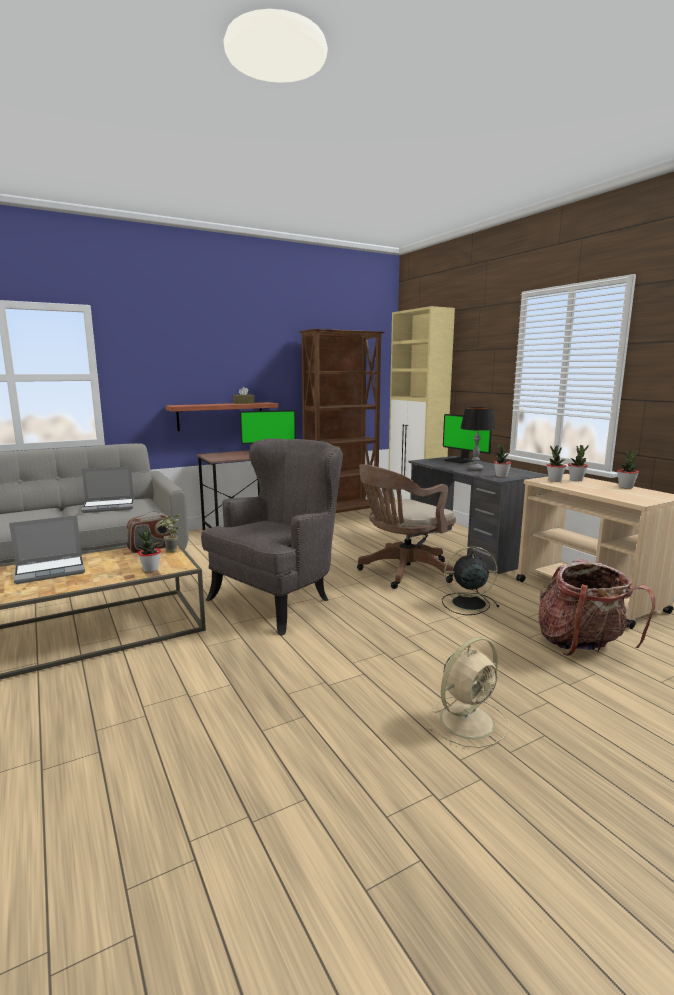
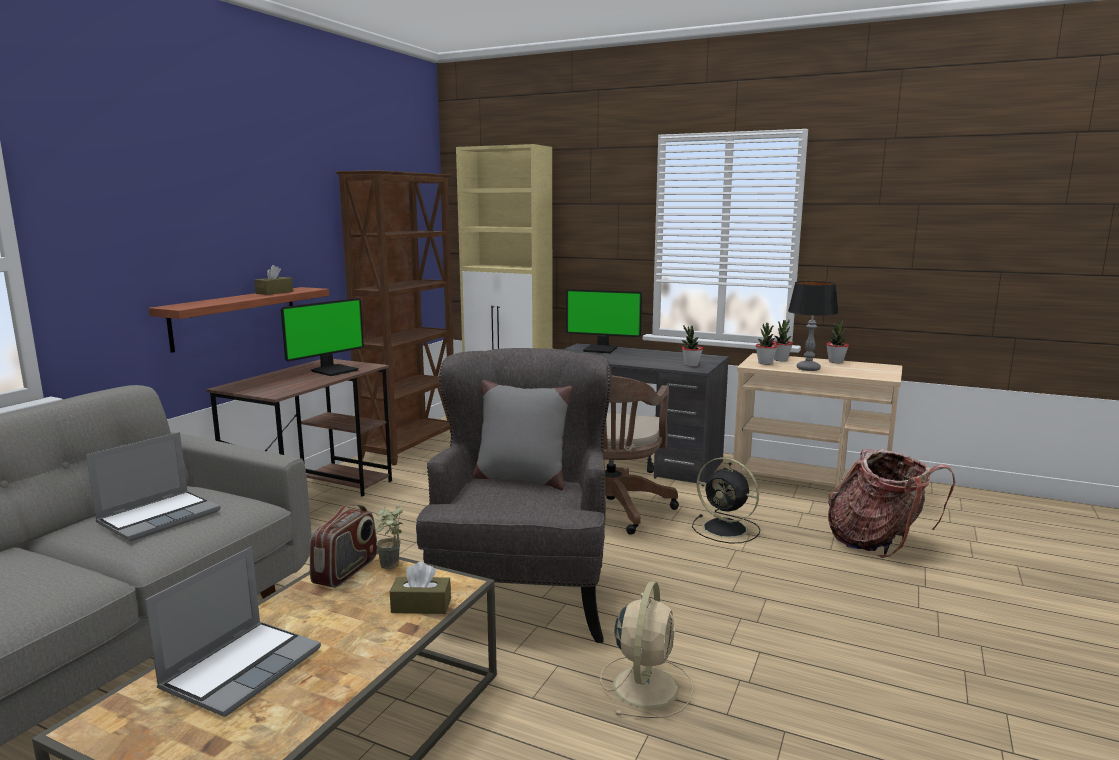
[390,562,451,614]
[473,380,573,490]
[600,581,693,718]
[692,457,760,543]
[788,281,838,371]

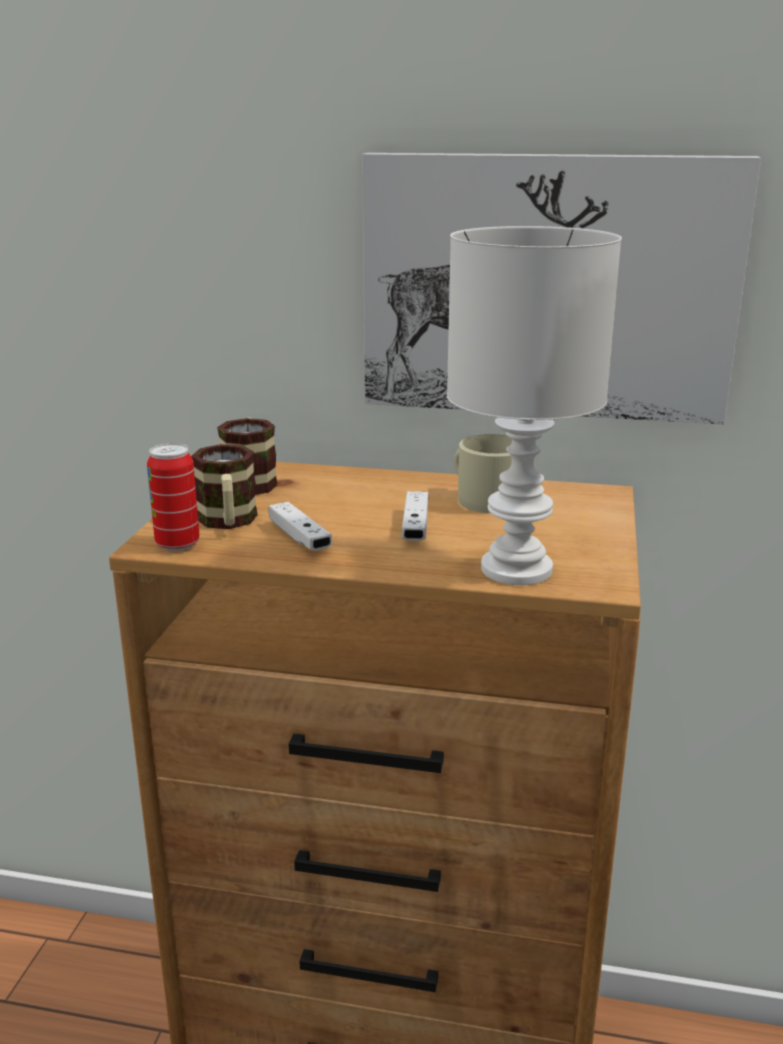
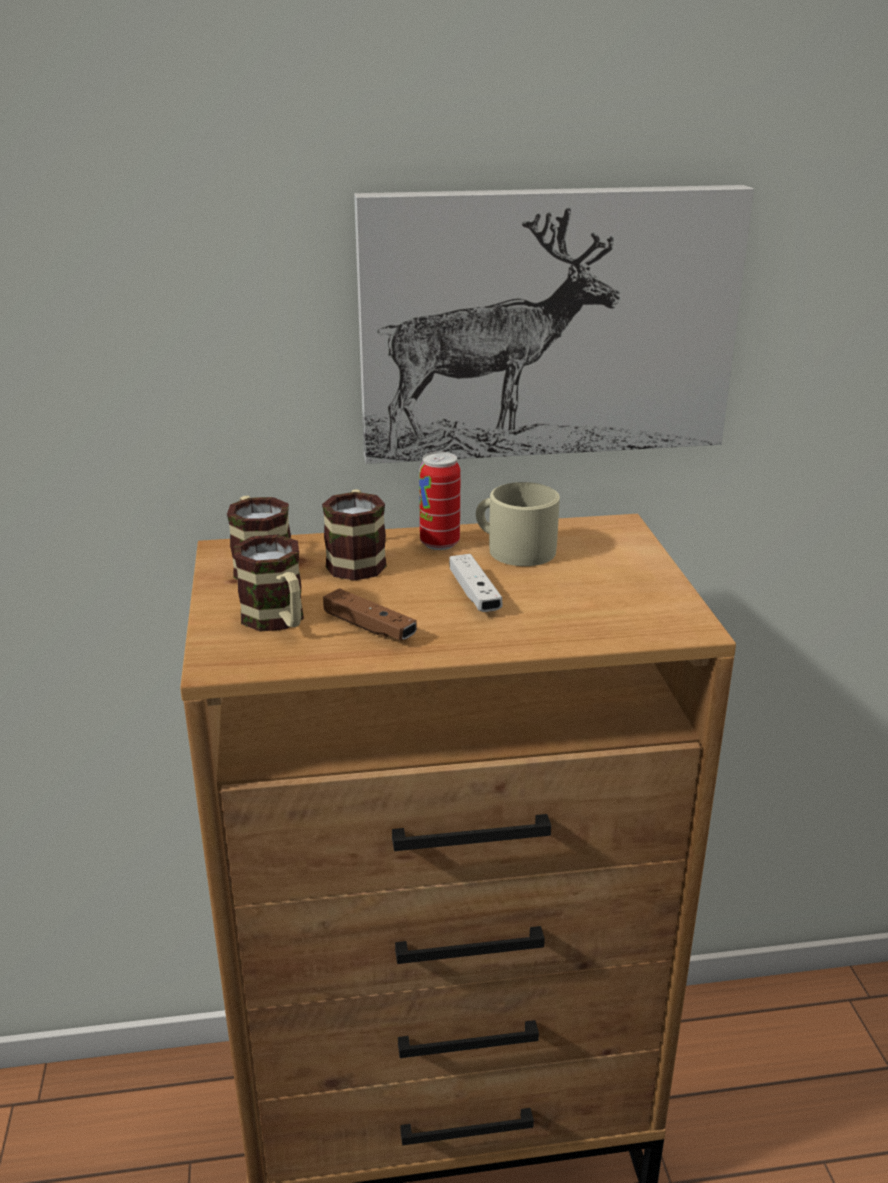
[322,489,387,581]
[323,588,417,641]
[419,452,461,550]
[447,226,622,585] (first image)

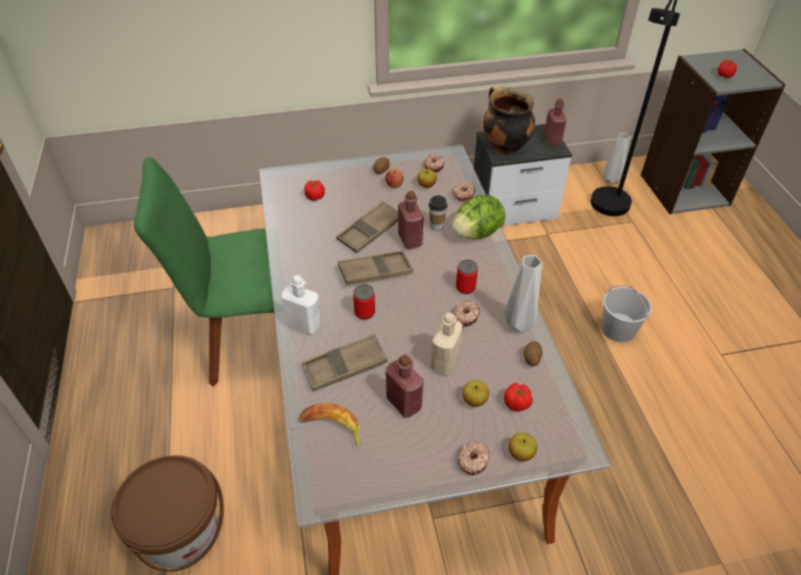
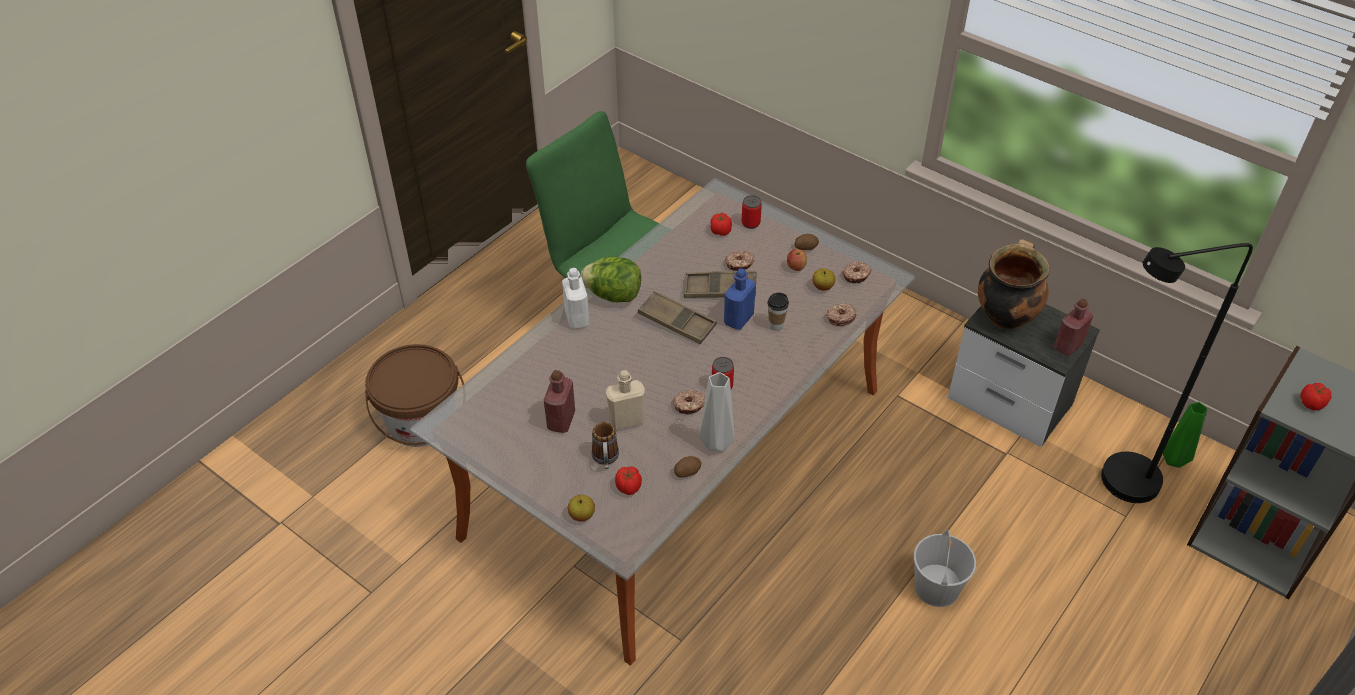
[581,257,641,302]
[591,422,619,469]
[724,268,756,330]
[725,250,755,271]
[741,195,762,229]
[1163,402,1208,468]
[299,403,360,448] (first image)
[302,334,387,391] (first image)

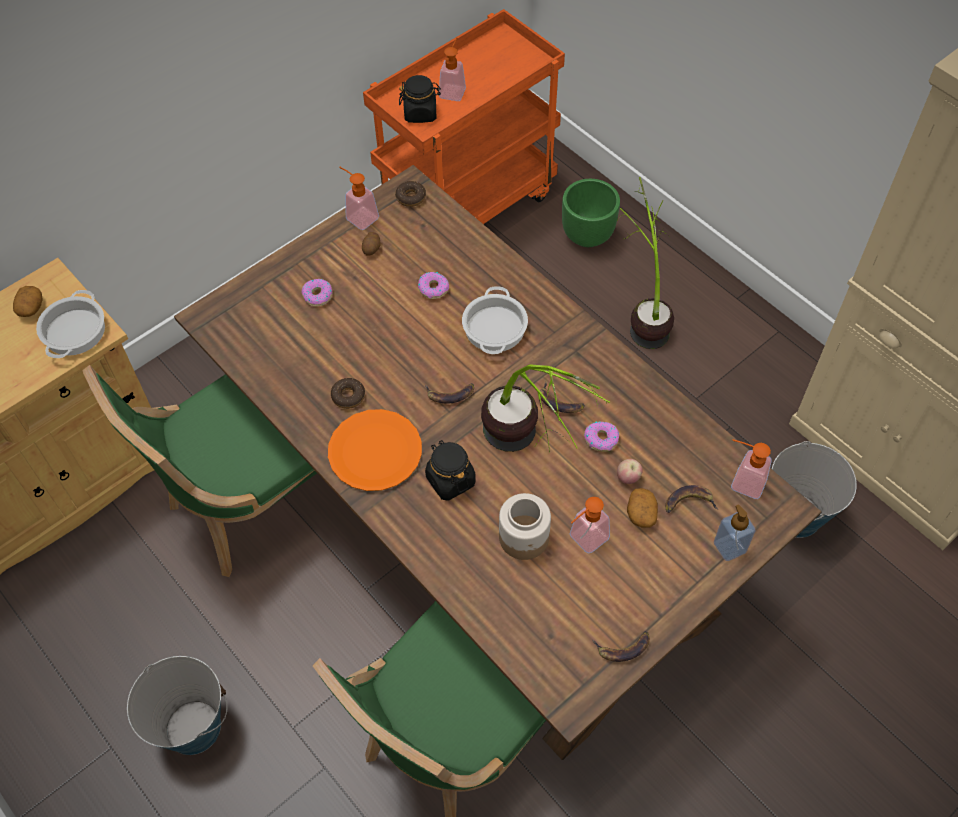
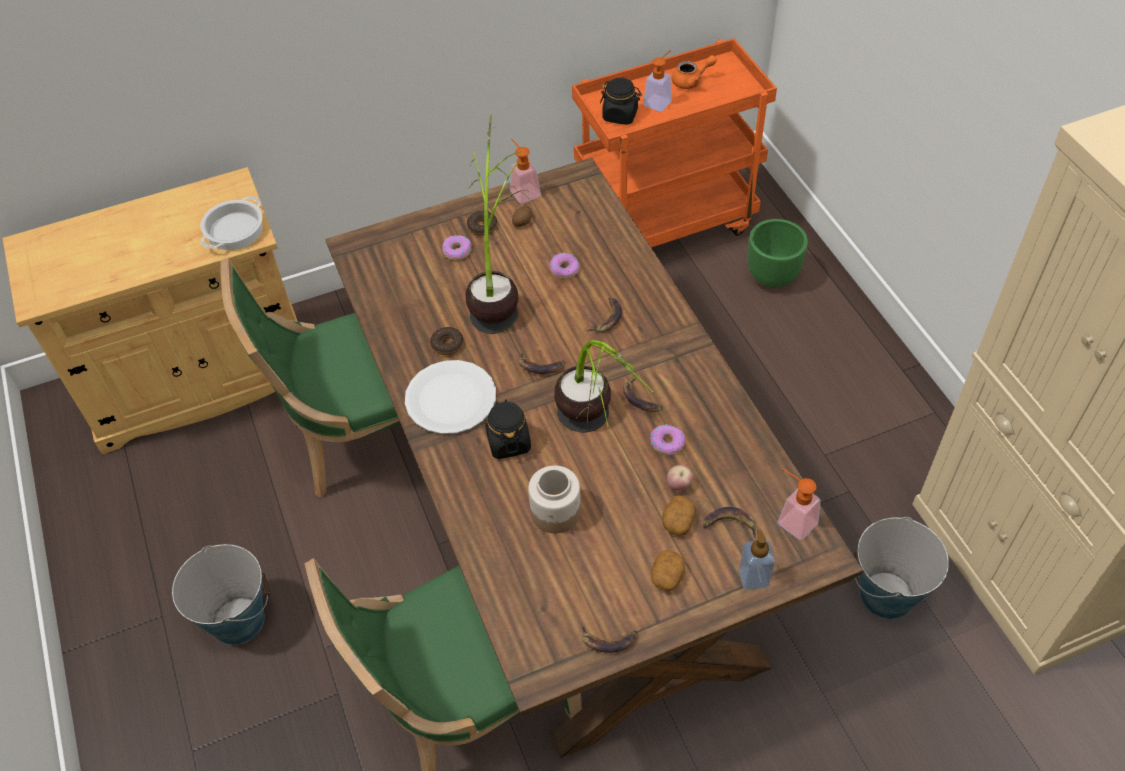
[405,360,496,434]
[466,114,532,334]
[467,211,497,236]
[587,298,622,332]
[651,550,685,590]
[672,55,717,89]
[570,497,610,554] (first image)

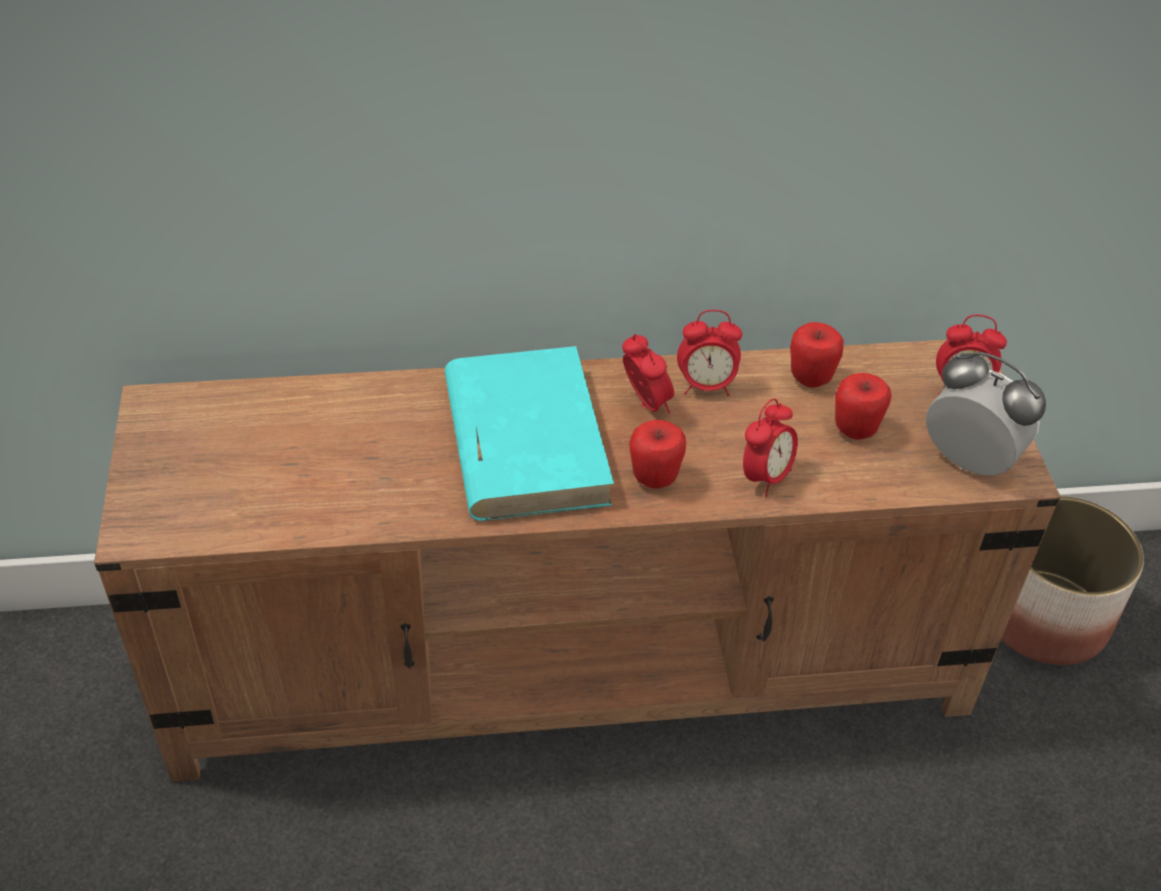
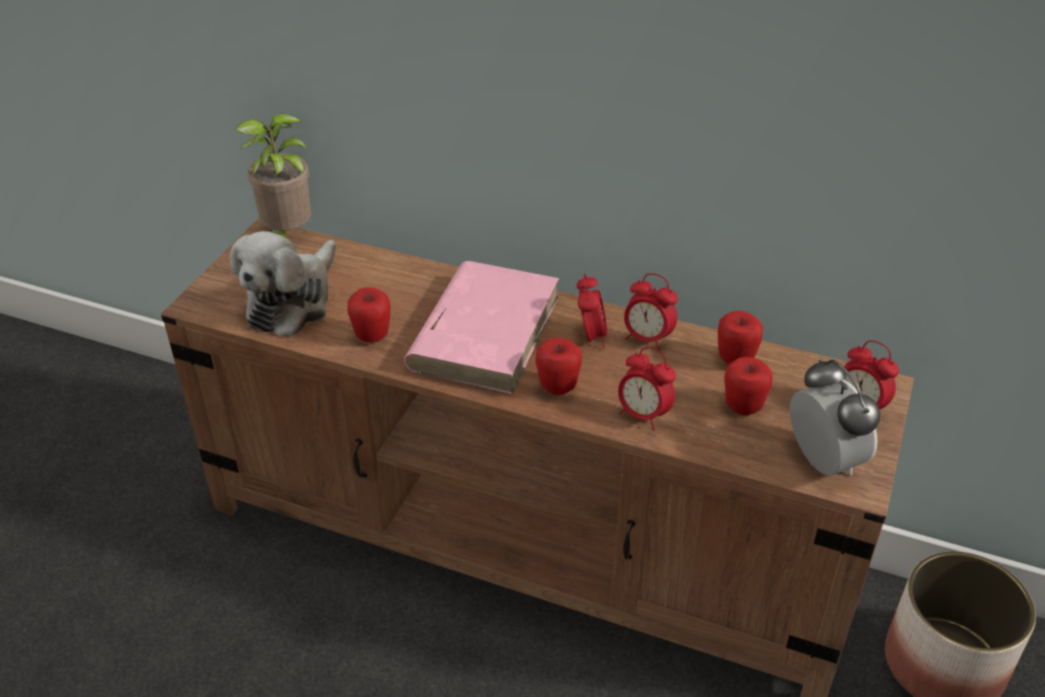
[230,231,336,337]
[235,113,311,238]
[347,287,391,342]
[404,261,559,394]
[618,347,676,430]

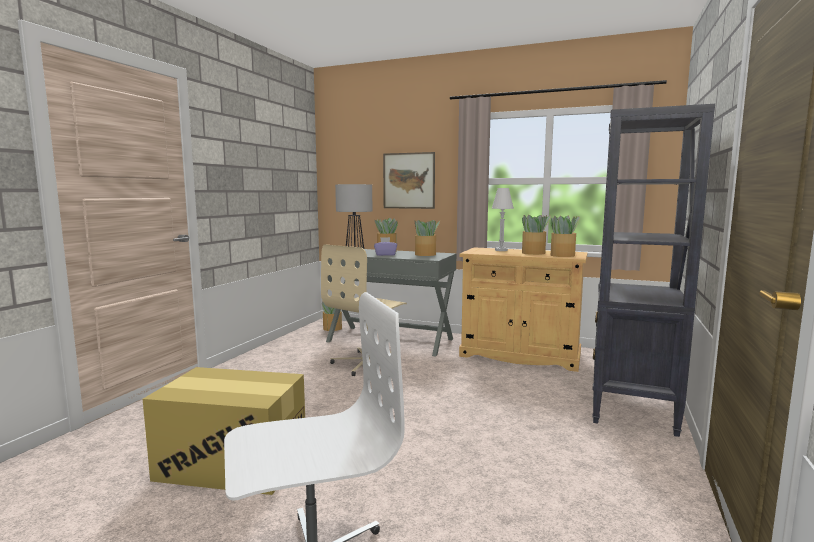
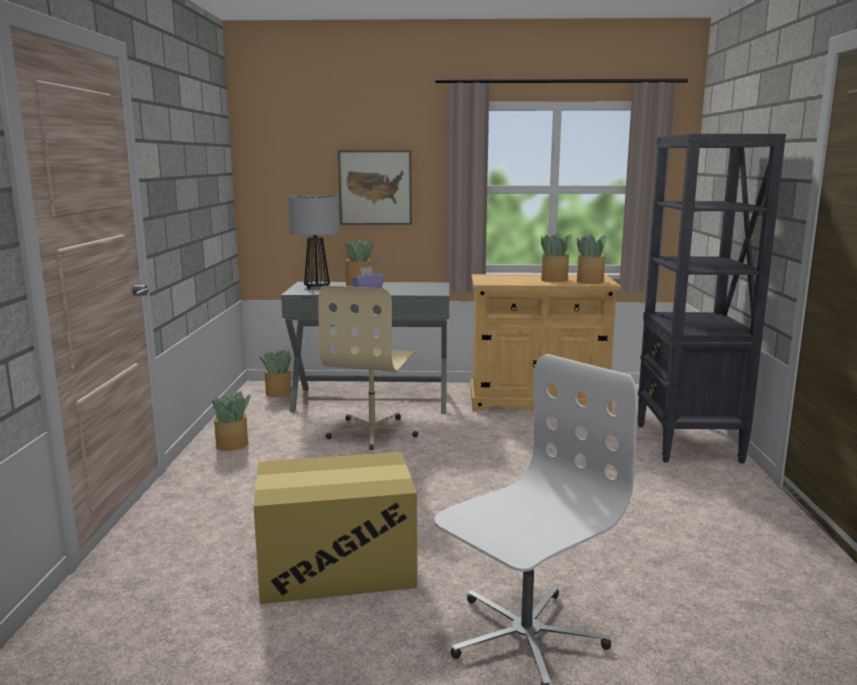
[212,391,251,451]
[492,188,514,251] (first image)

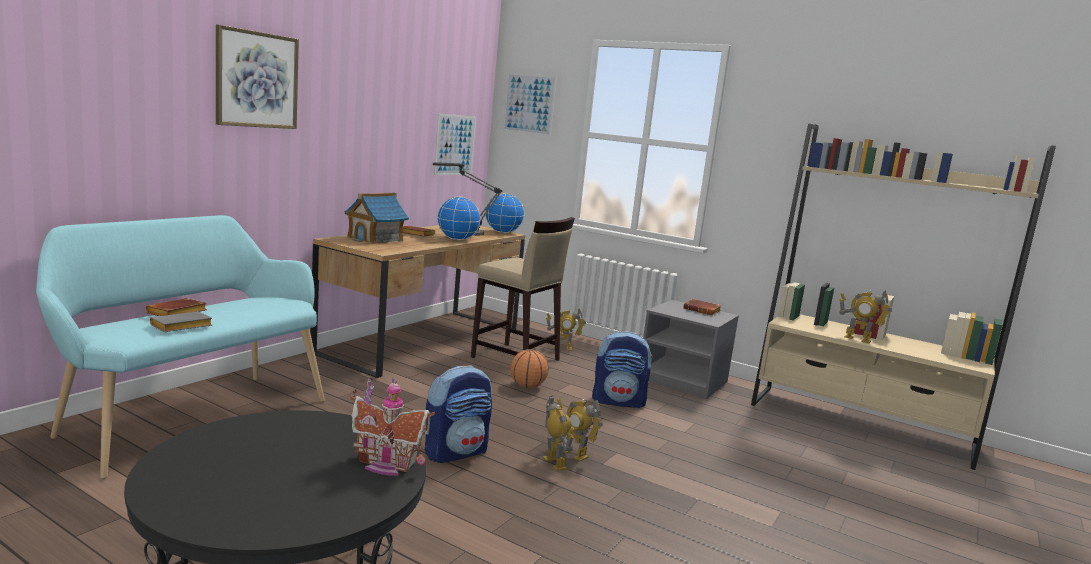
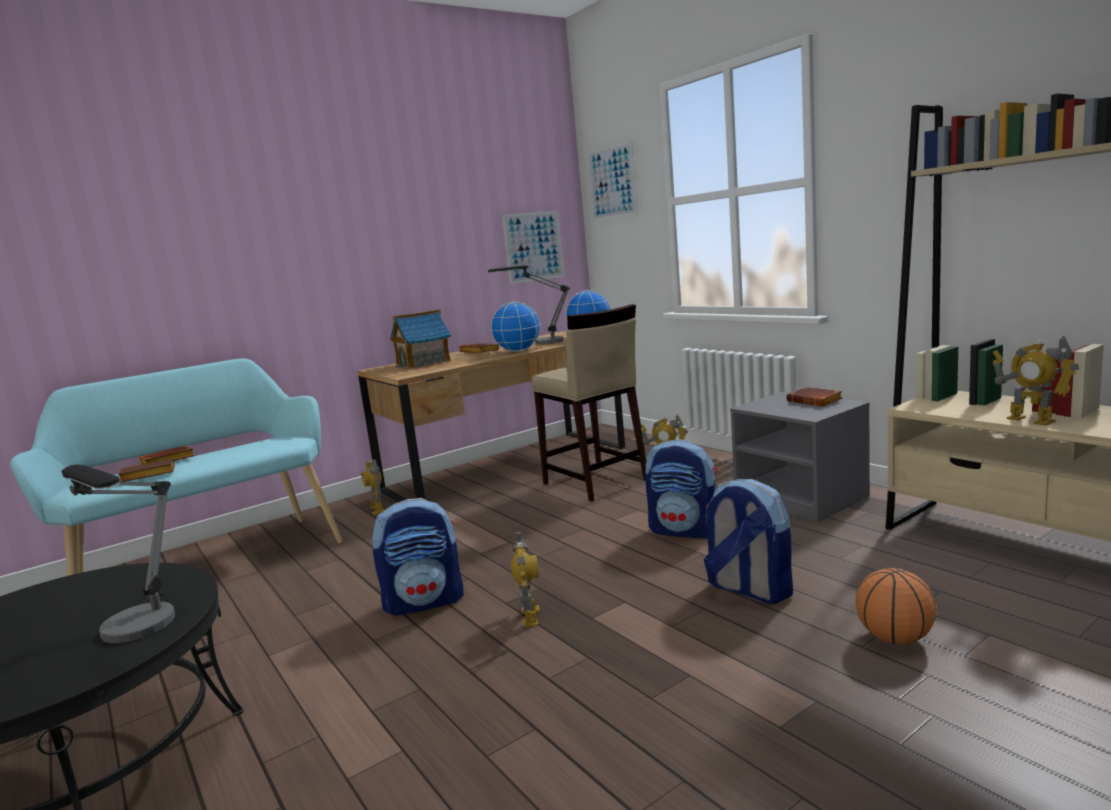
[61,464,175,643]
[118,458,175,482]
[361,459,385,515]
[704,479,793,604]
[856,568,937,644]
[216,25,299,129] (first image)

